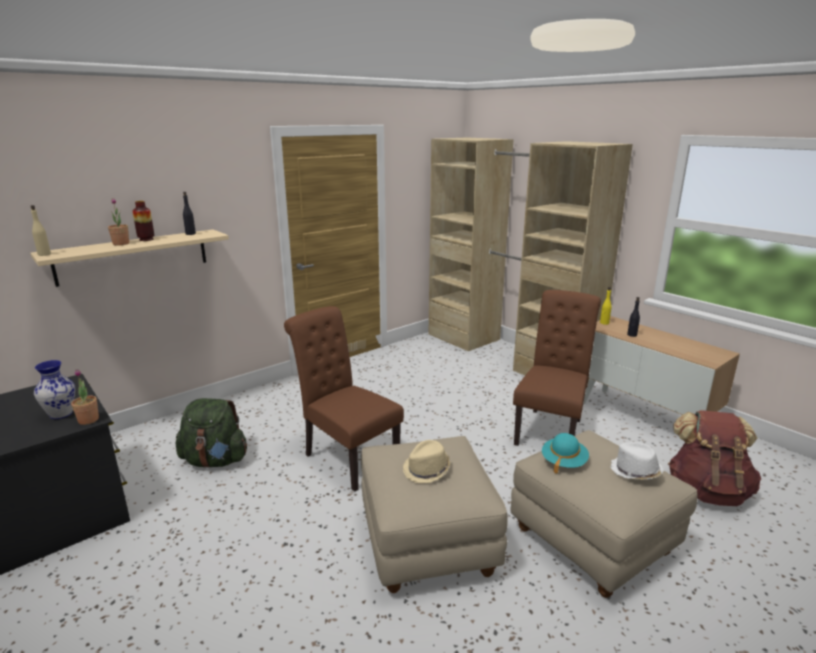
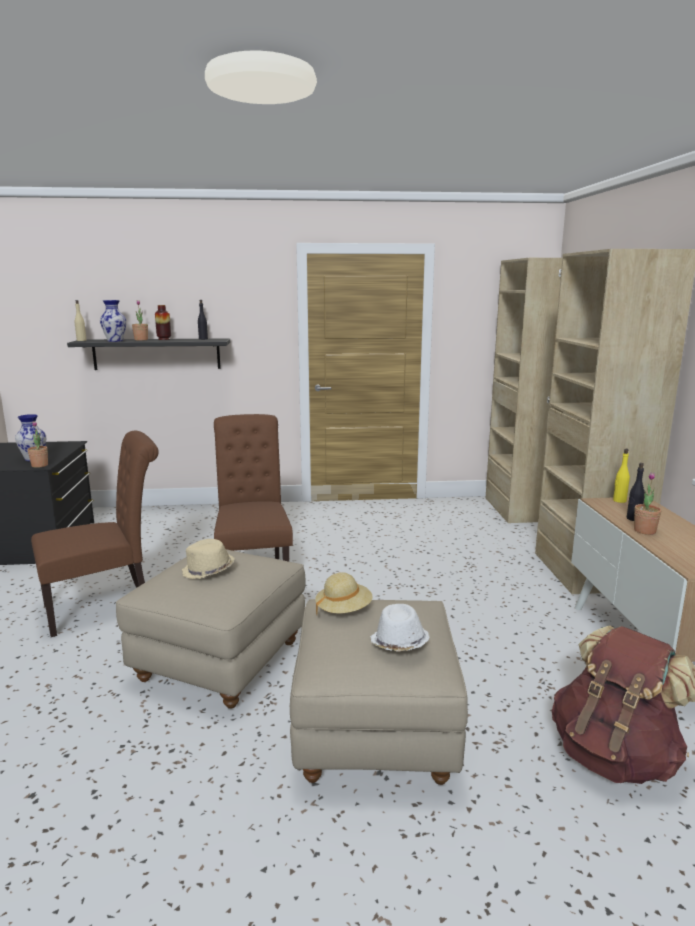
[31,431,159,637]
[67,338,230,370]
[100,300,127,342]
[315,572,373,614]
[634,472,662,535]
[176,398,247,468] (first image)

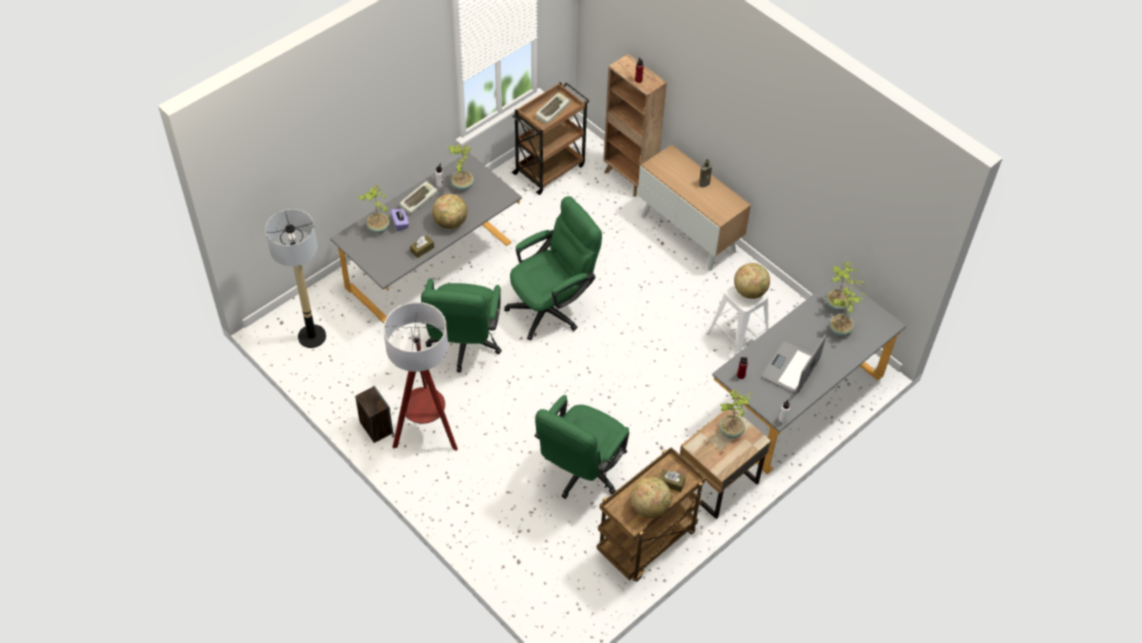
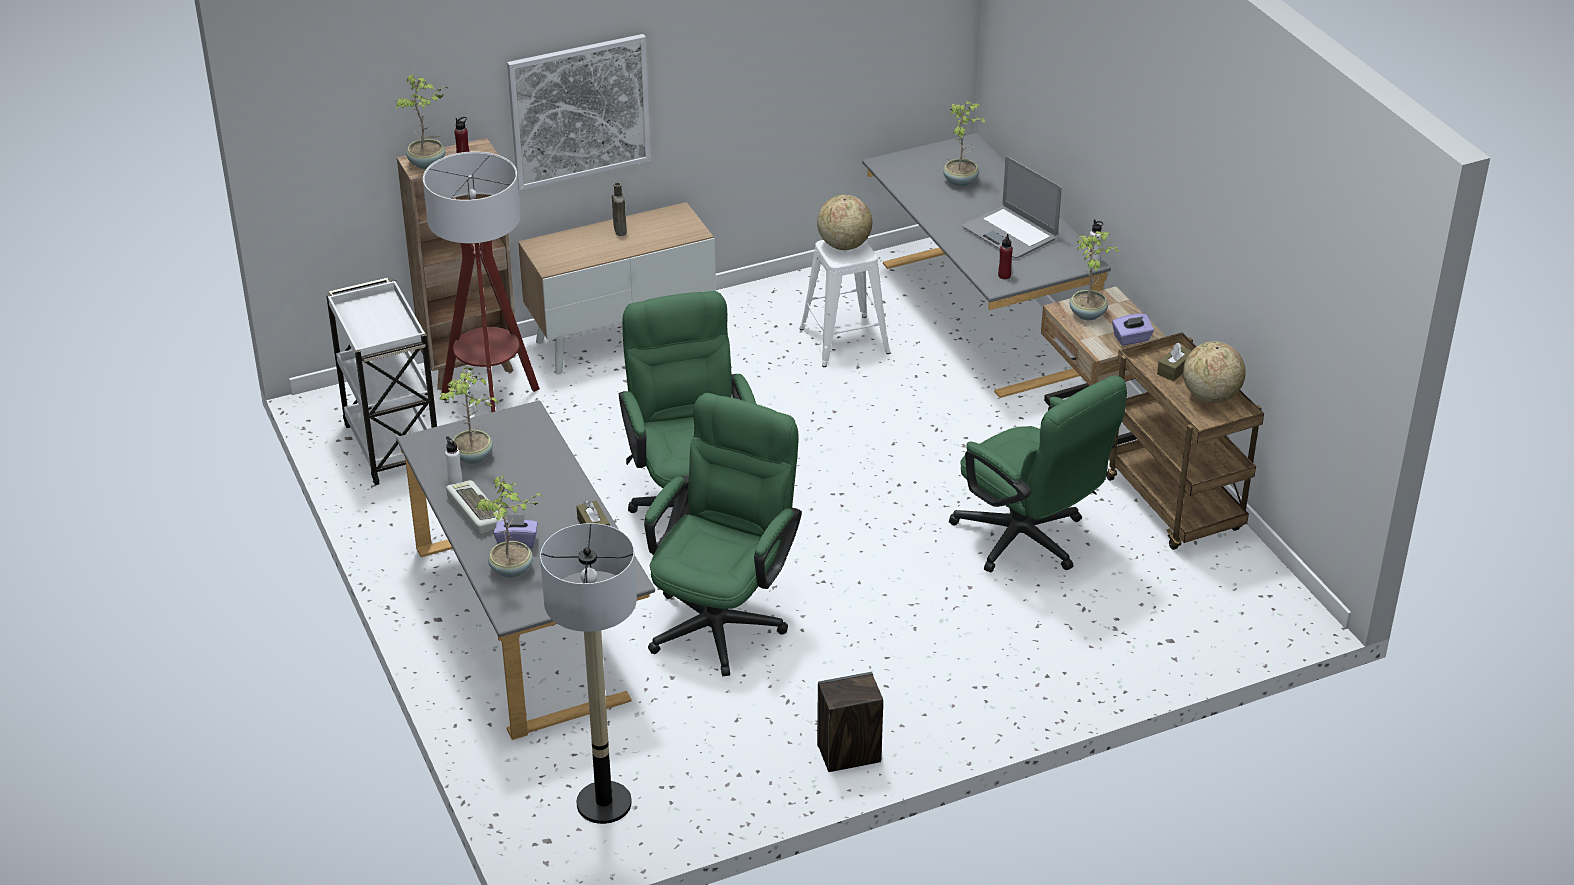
[326,278,437,485]
[395,74,447,169]
[423,151,540,413]
[507,34,651,191]
[644,393,802,677]
[1112,313,1154,346]
[432,194,467,229] (first image)
[536,93,570,124] (first image)

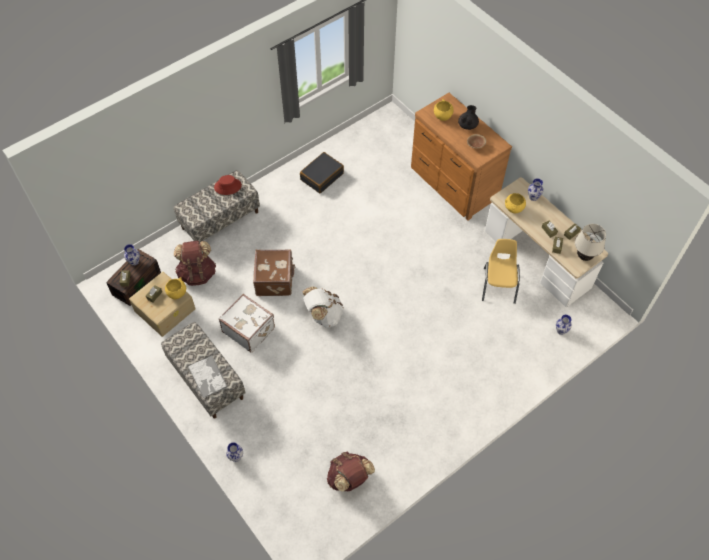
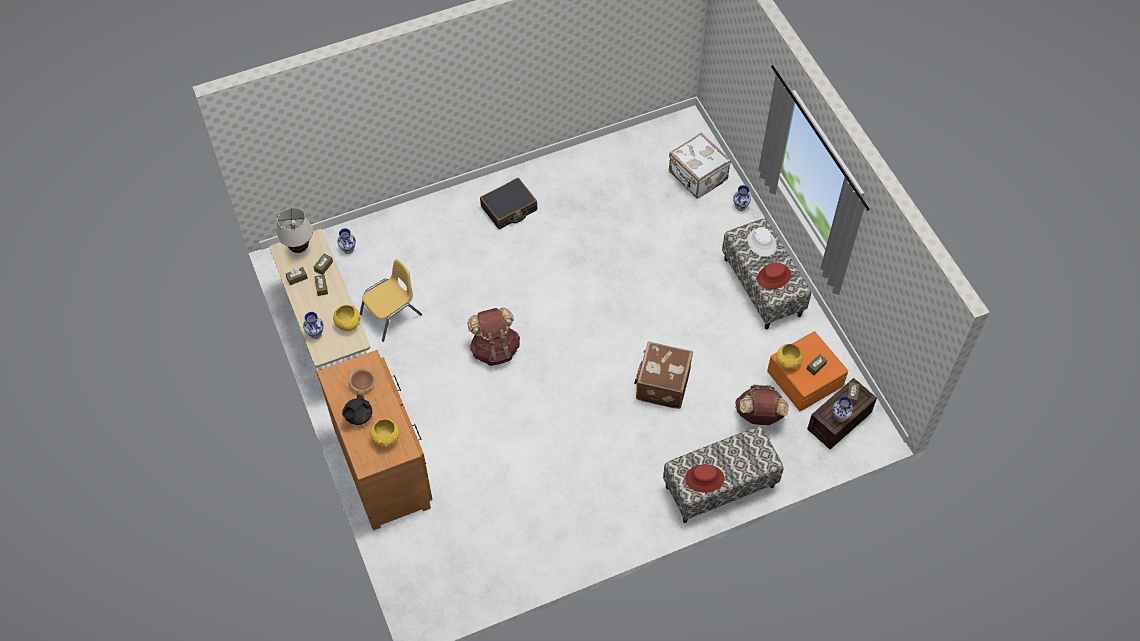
[360,259,422,342]
[467,308,520,366]
[480,178,537,229]
[669,133,731,199]
[748,227,777,257]
[757,262,791,289]
[767,331,848,411]
[303,286,344,328] (first image)

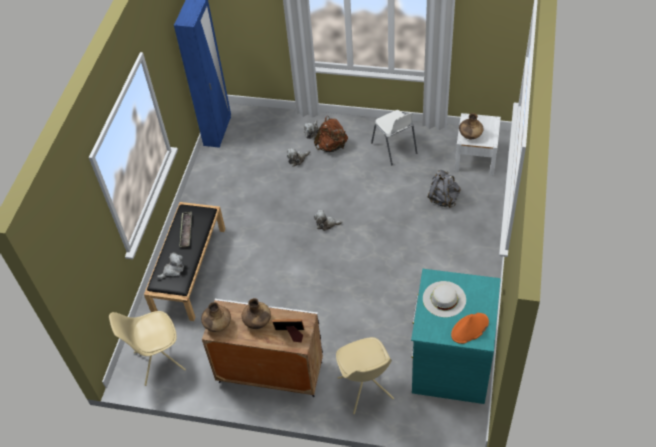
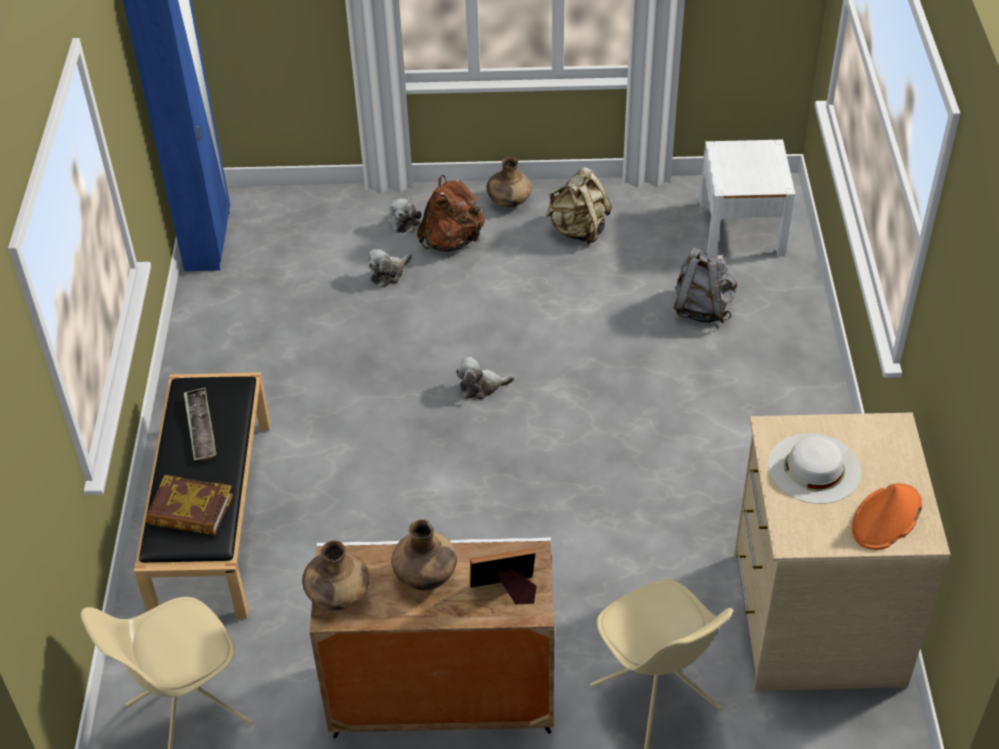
[146,475,233,535]
[487,157,532,207]
[545,167,612,245]
[734,413,950,691]

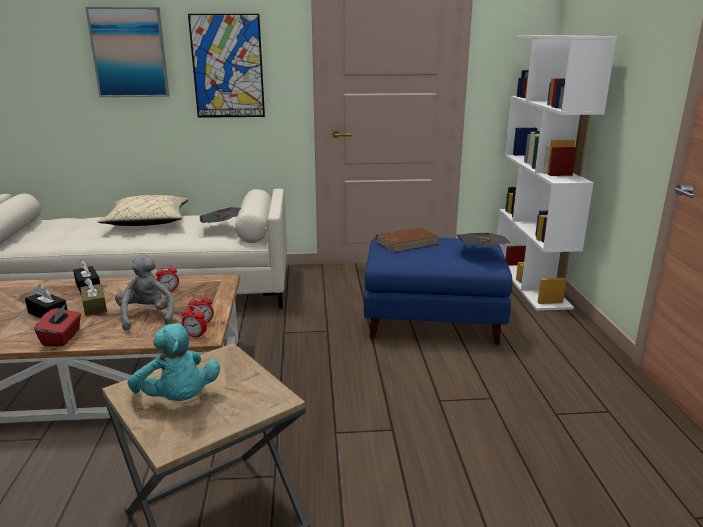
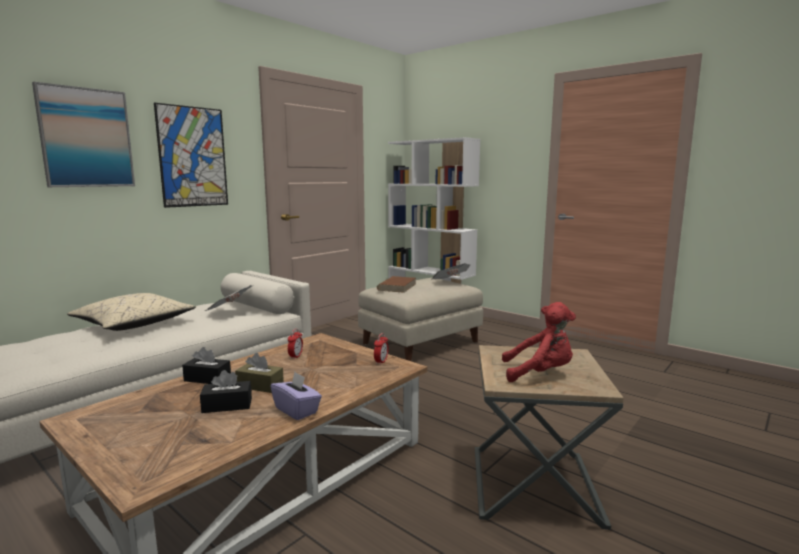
[270,372,322,420]
[358,278,483,361]
[502,302,576,382]
[115,254,174,331] (first image)
[182,305,207,338] (first image)

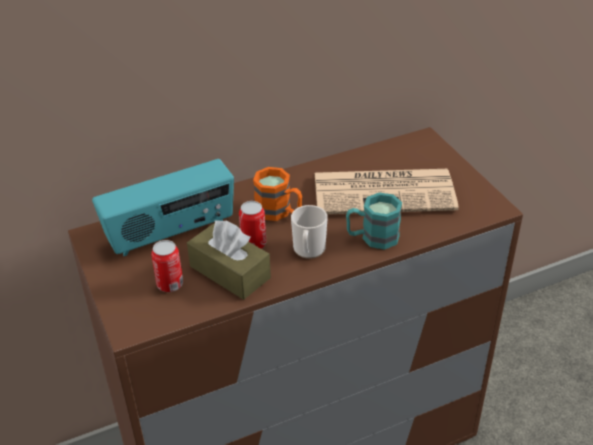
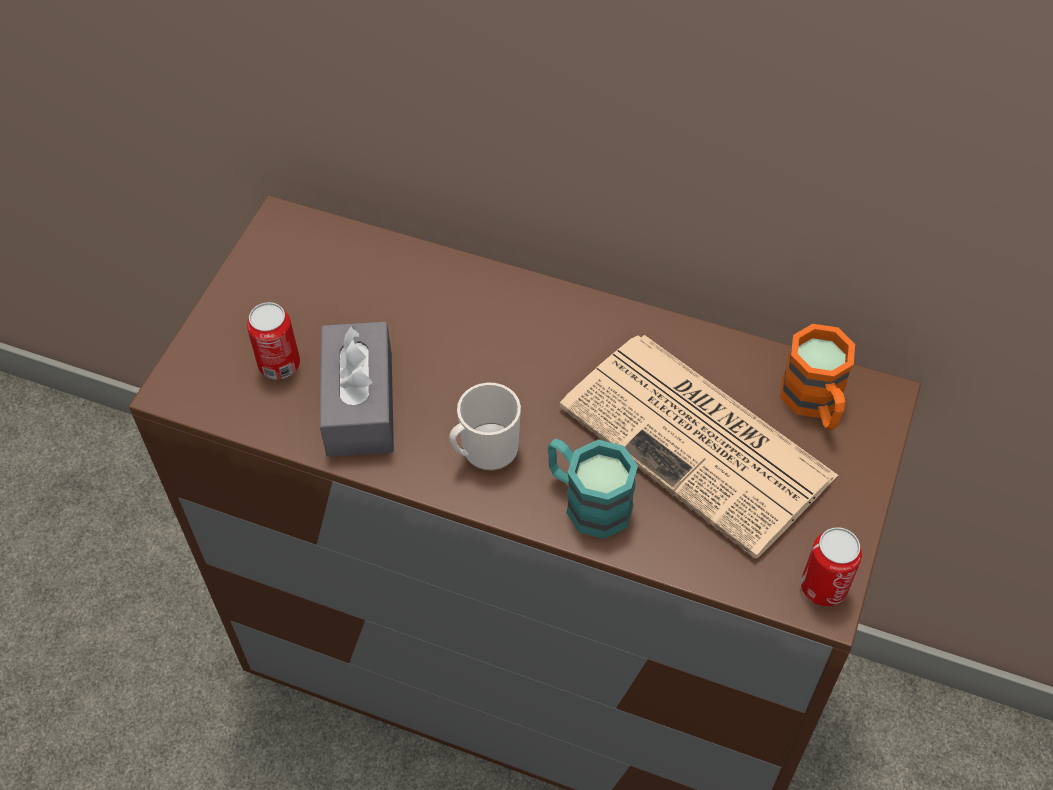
[320,321,394,457]
[780,324,855,430]
[801,527,862,607]
[92,159,234,256] (first image)

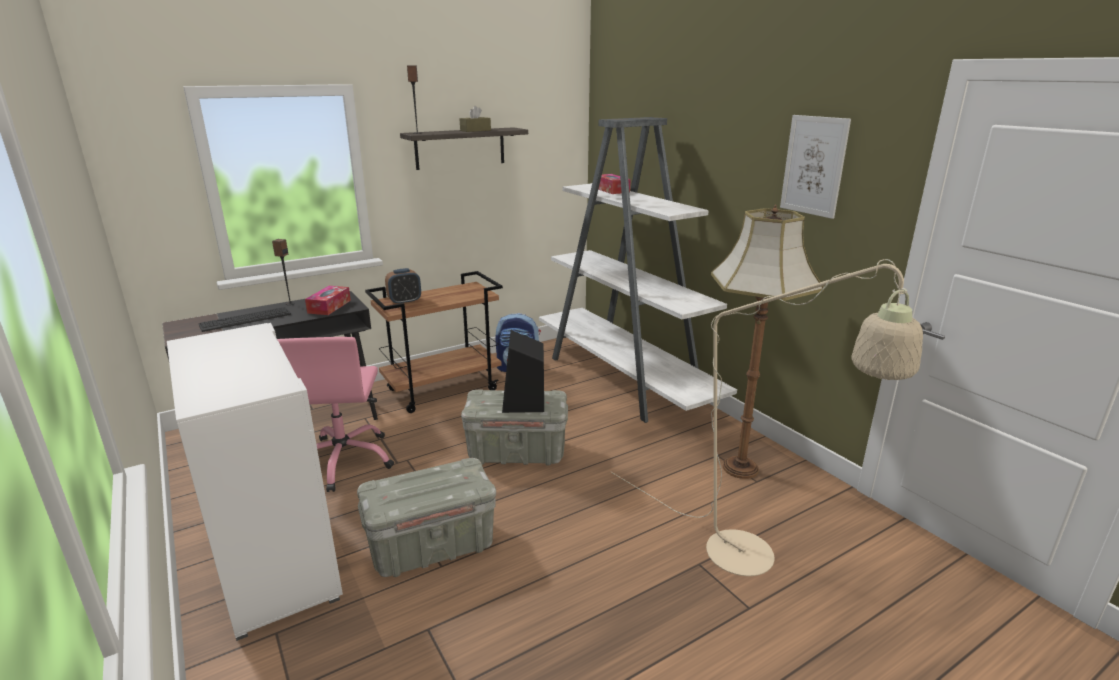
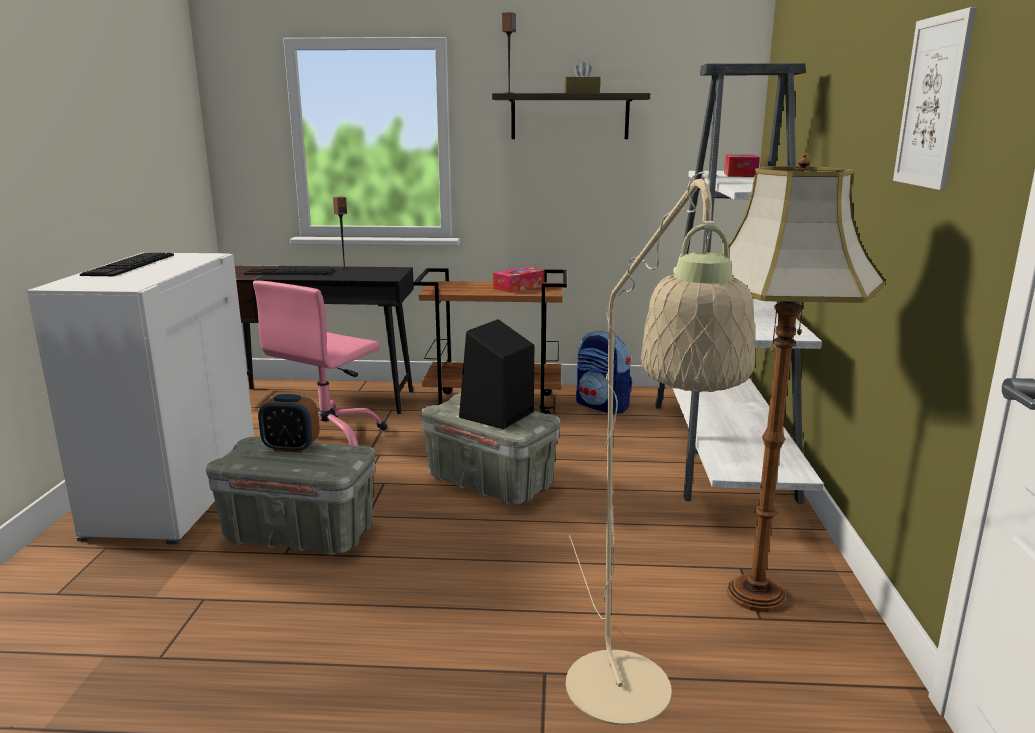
[80,253,174,276]
[258,394,320,453]
[493,267,545,293]

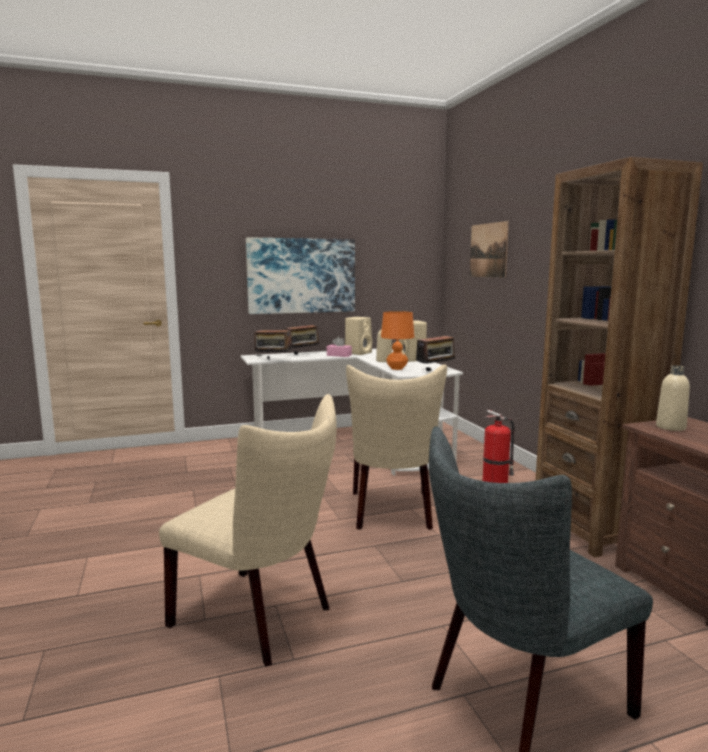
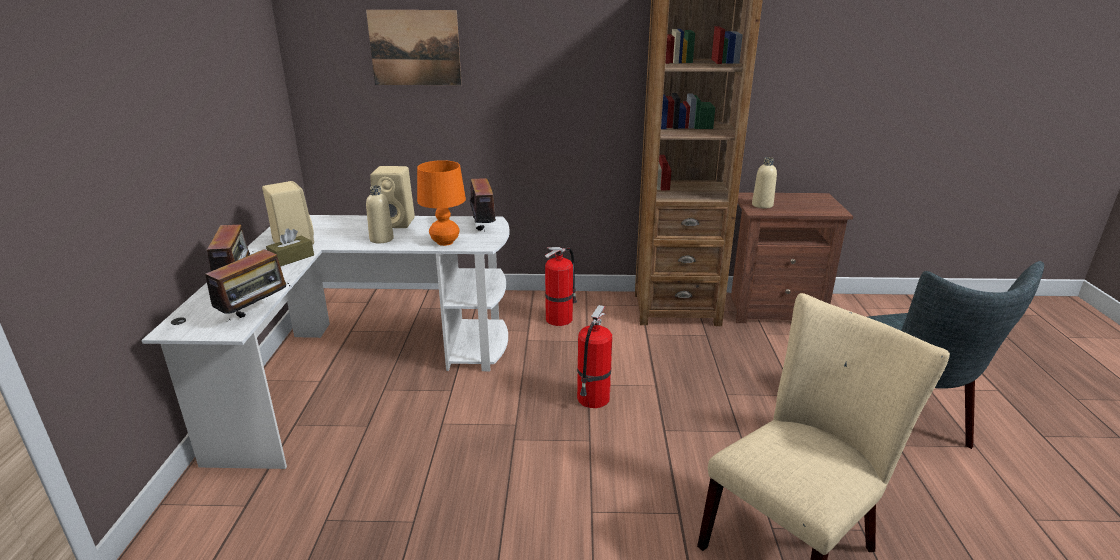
[266,228,314,267]
[577,305,612,408]
[246,237,355,314] (first image)

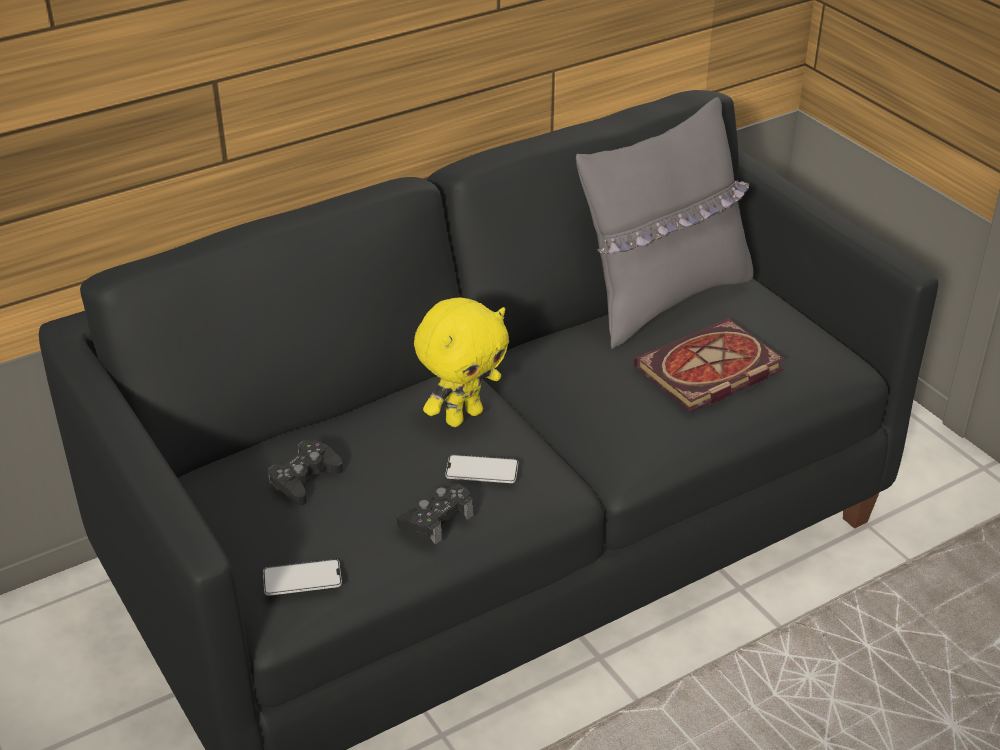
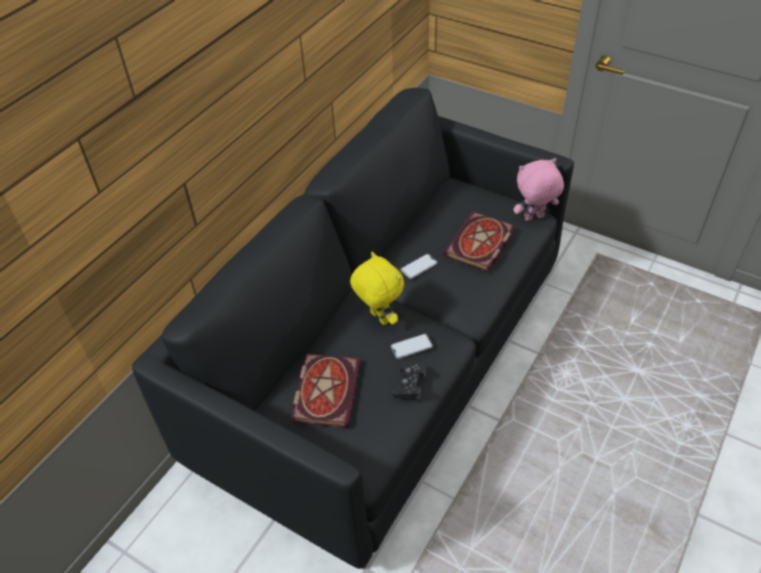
[291,354,360,427]
[350,252,404,325]
[401,254,438,279]
[514,158,564,221]
[576,97,754,349] (first image)

